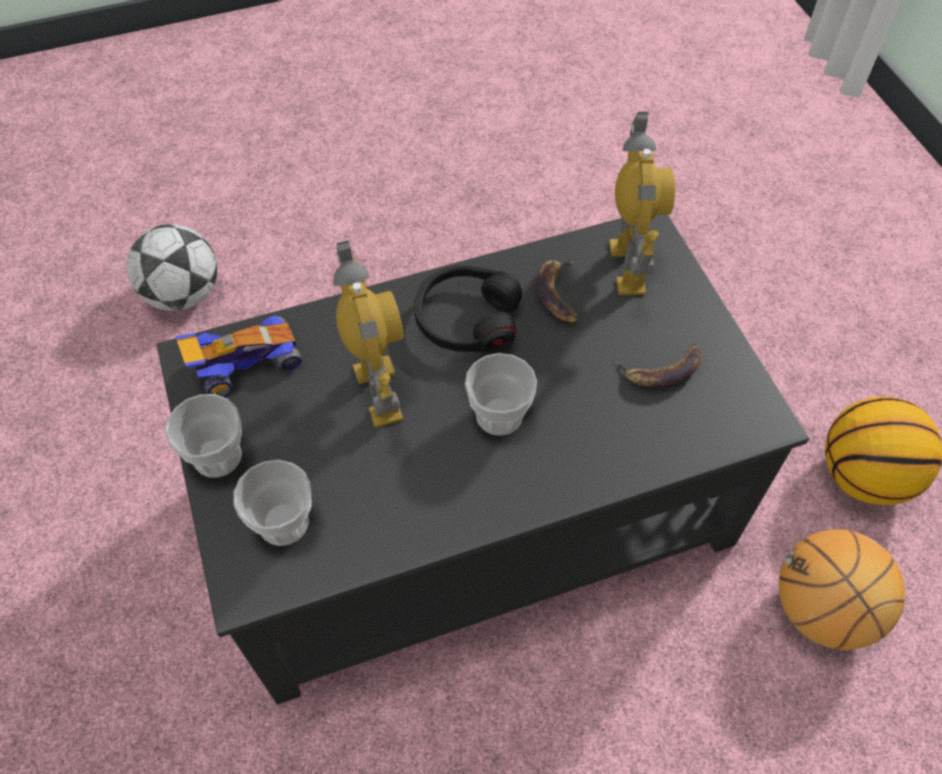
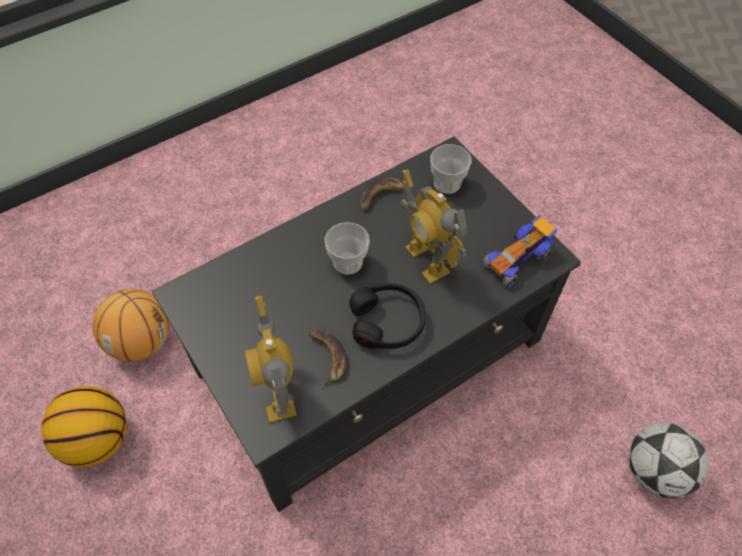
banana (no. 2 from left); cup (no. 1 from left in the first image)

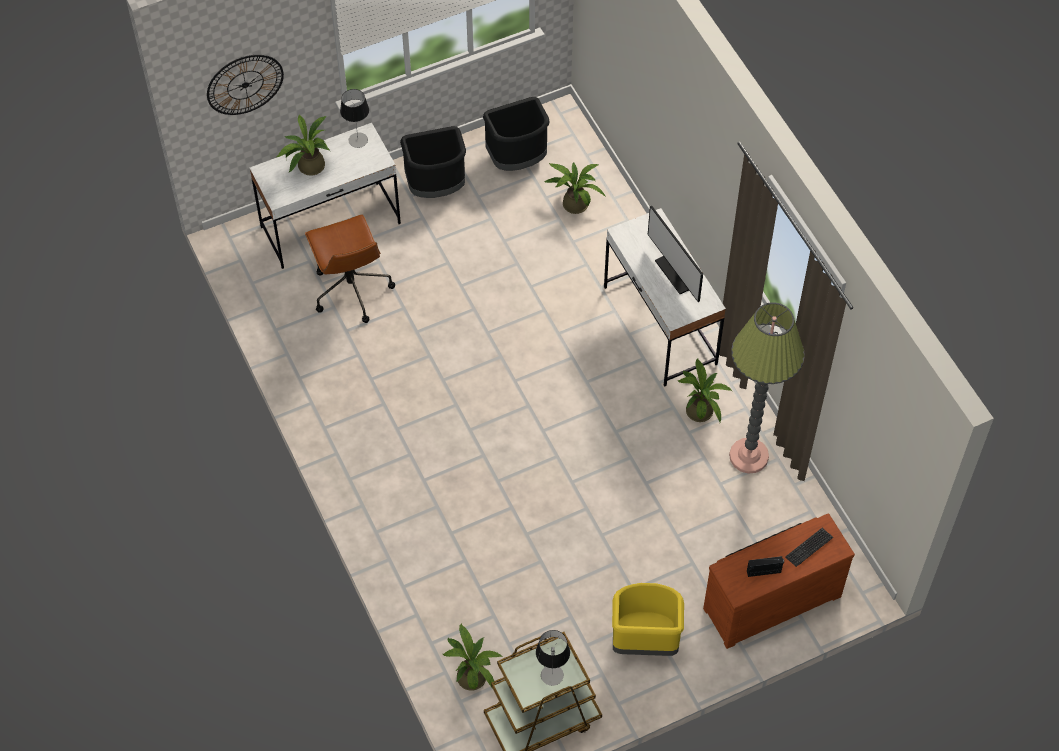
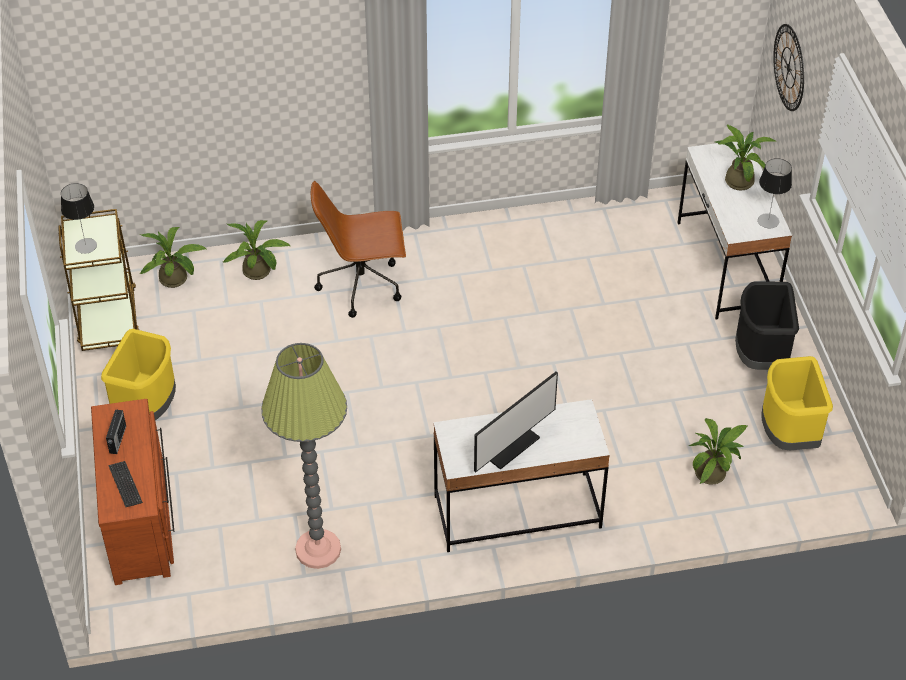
potted plant (no. 2 from left); brown office chair; monitor; yellow trash can (no. 2 from left)

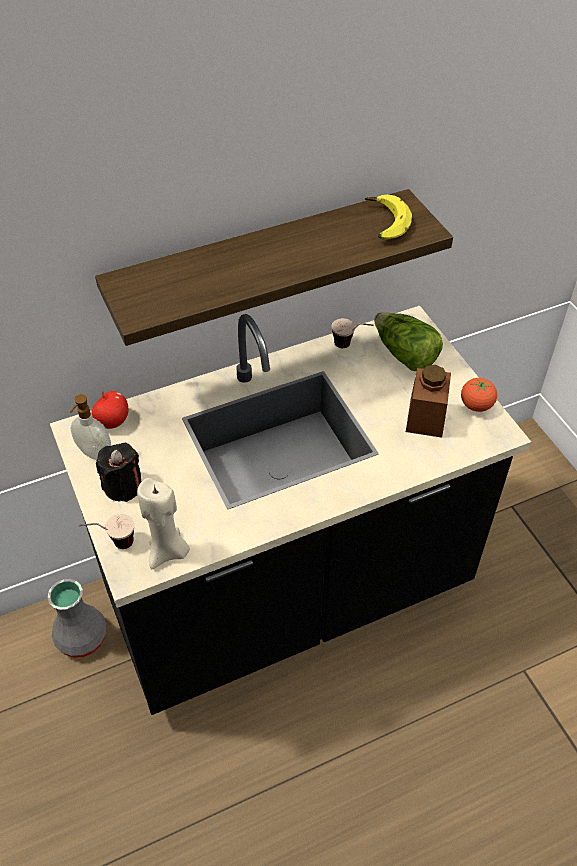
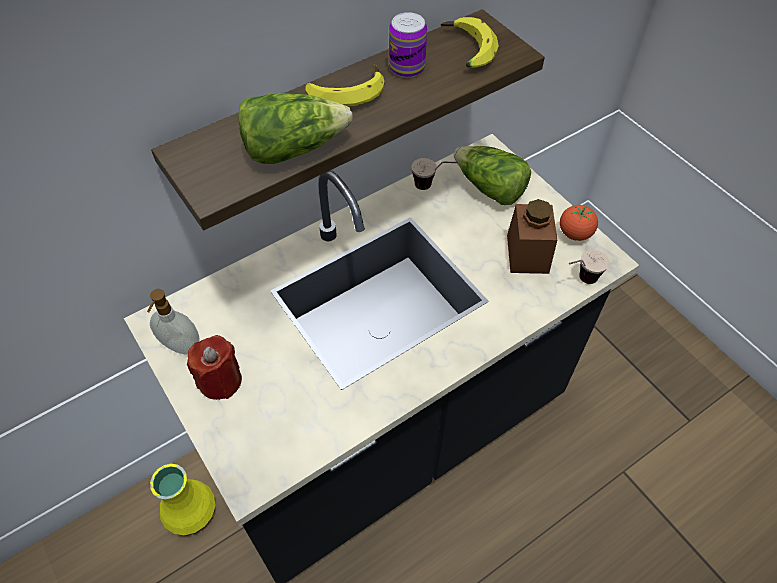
yellow vase; red candle; lettuce (no. 1 from left); banana (no. 1 from left); can; cup (no. 2 from left); apple; beige candle

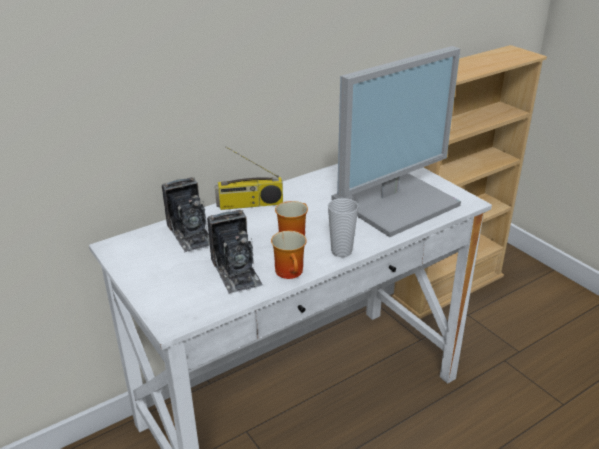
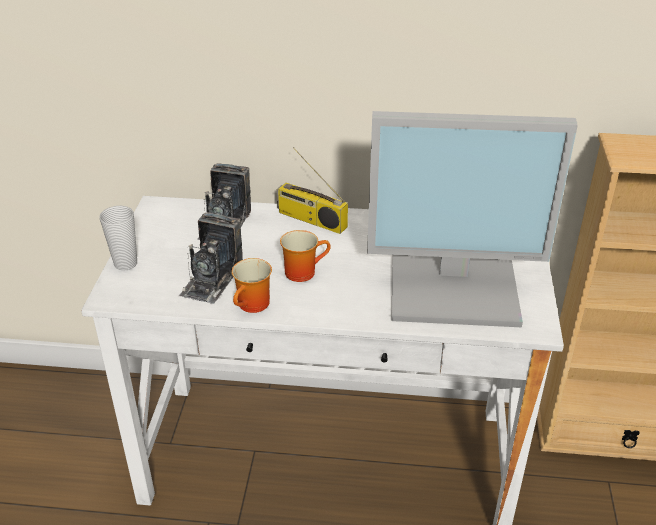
cup

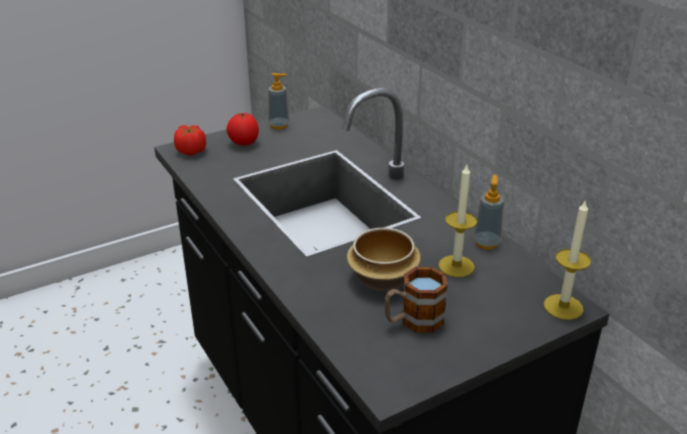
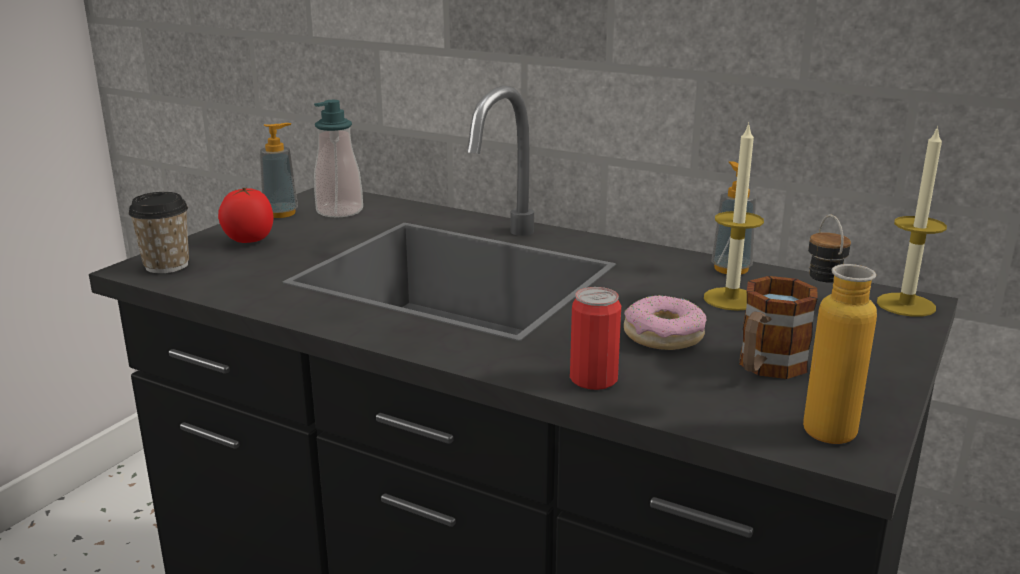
cup; soap dispenser (no. 2 from left); can; donut; bottle

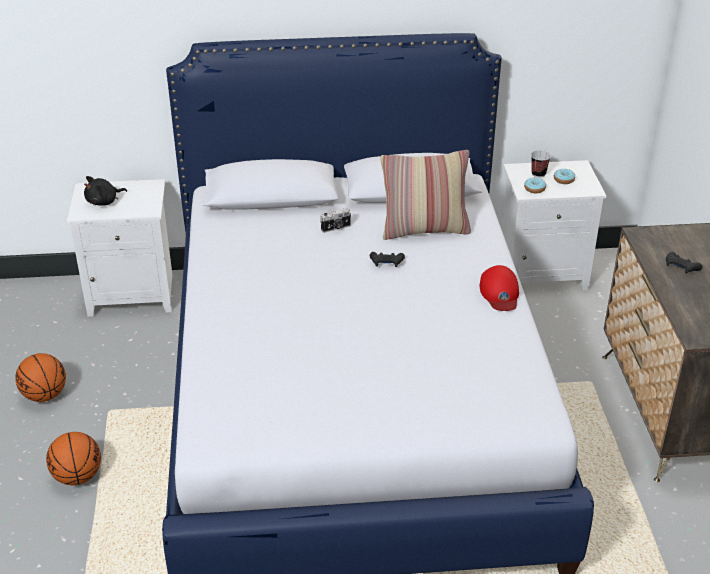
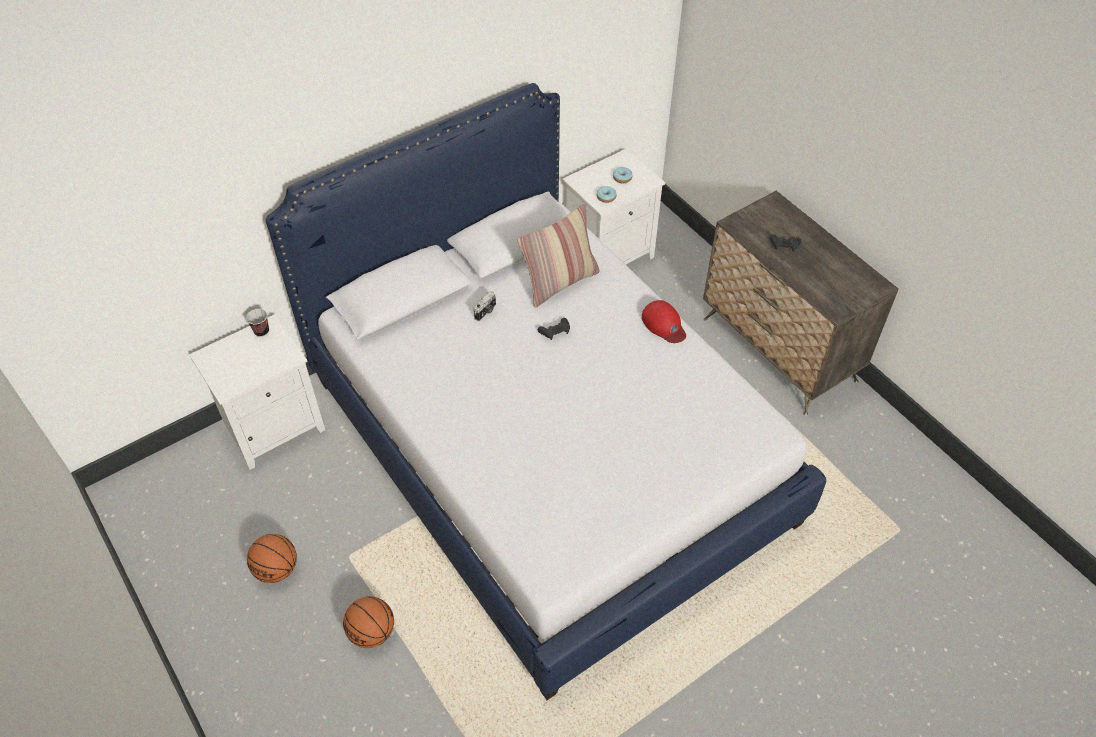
cup; black plush toy

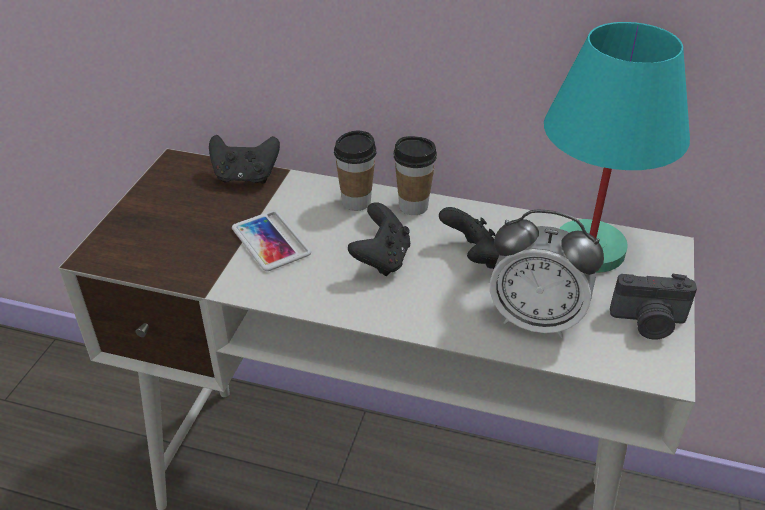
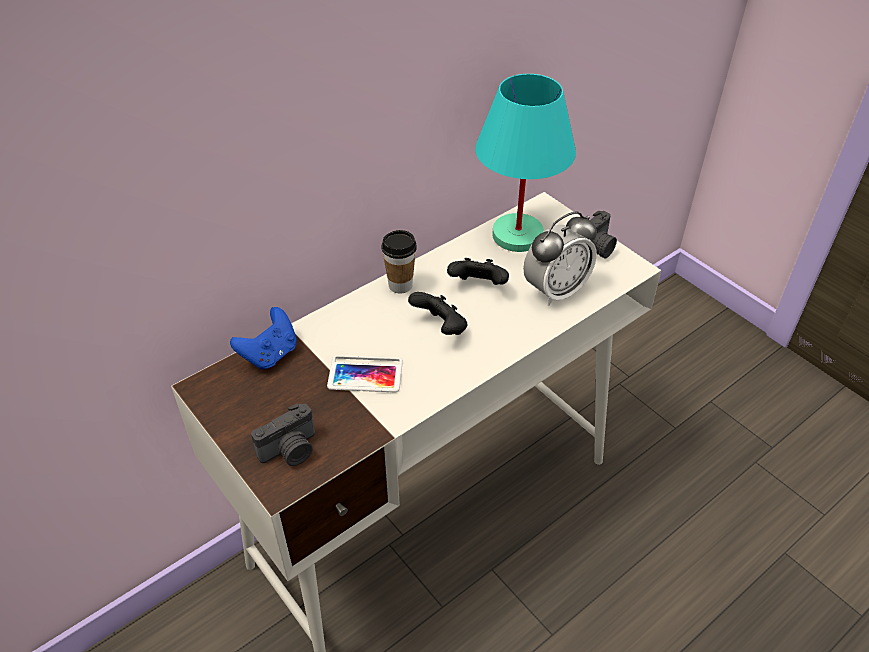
blue game controller; photo camera (no. 1 from left); cup (no. 1 from left in the first image)

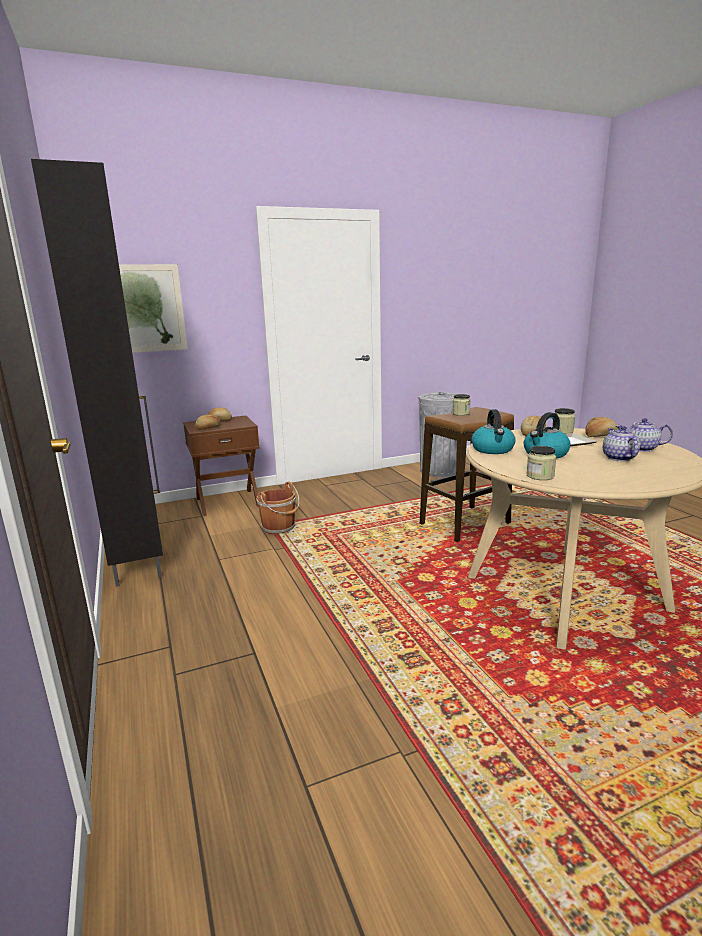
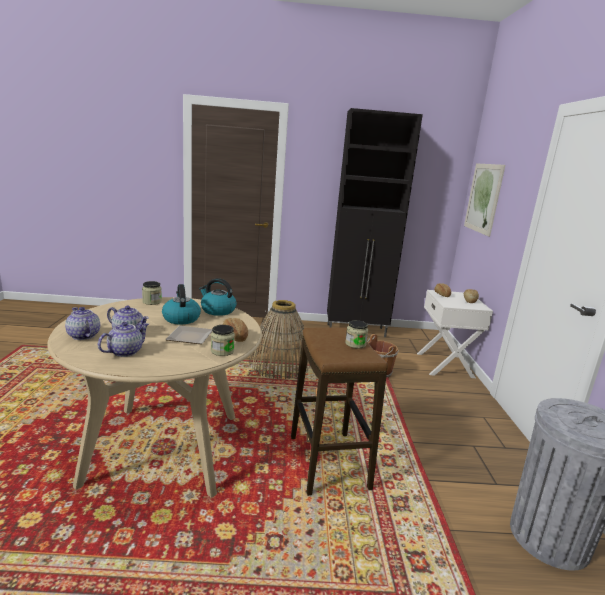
teapot (no. 1 from left); basket; white nightstand; bread (no. 4 from left in the first image)

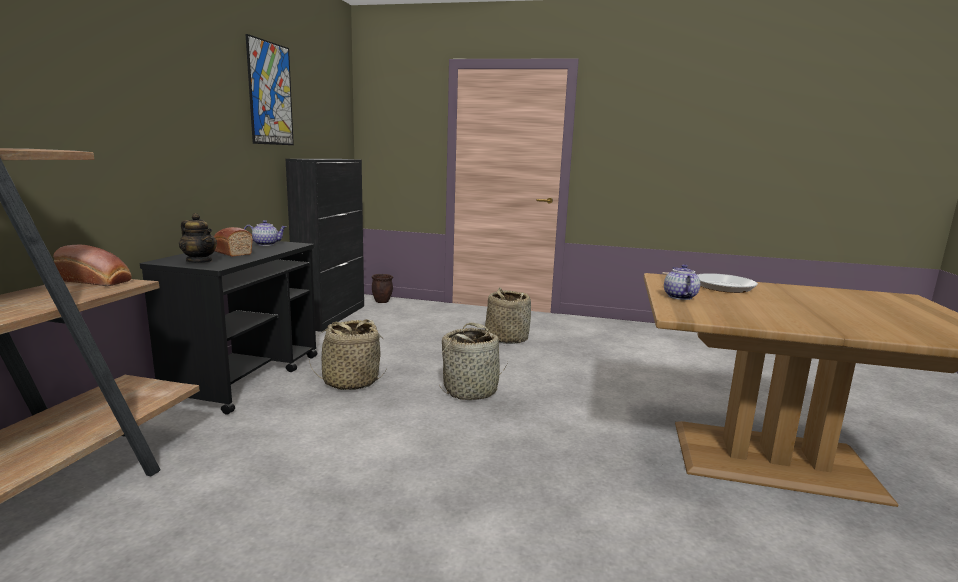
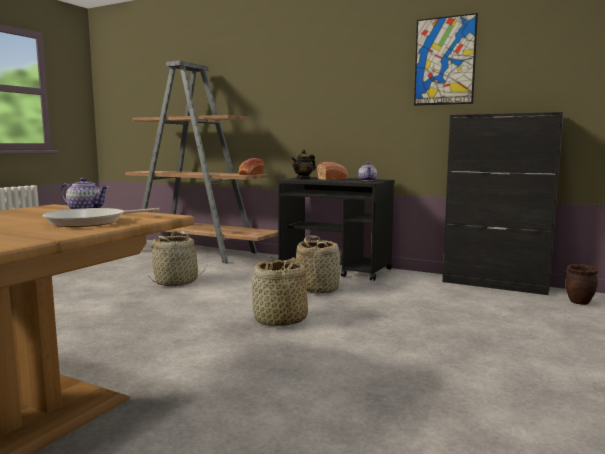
basket (no. 1 from left)

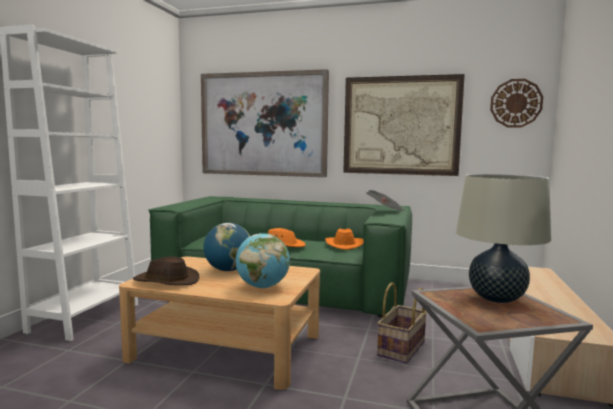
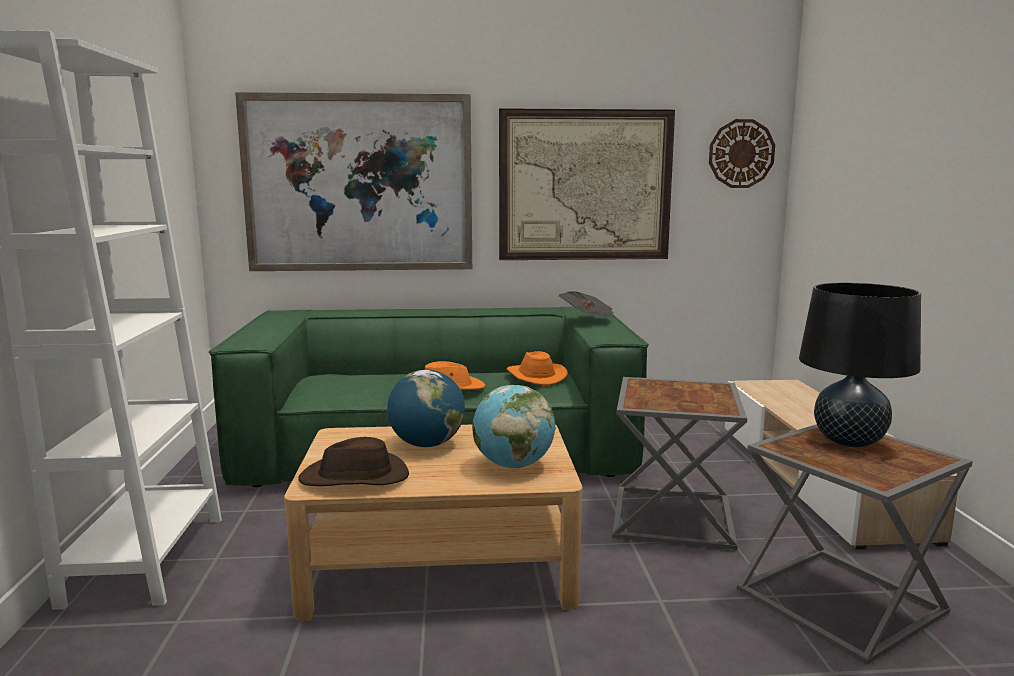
grey side table (no. 1 from left); black table lamp

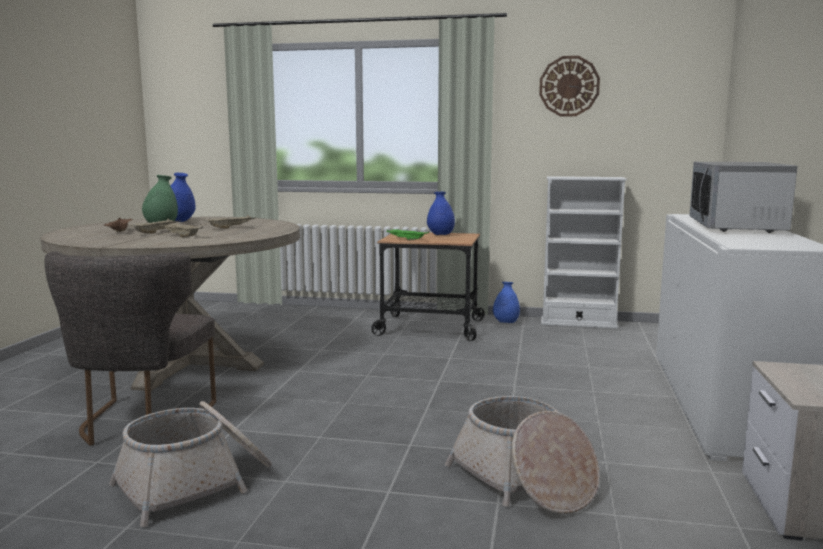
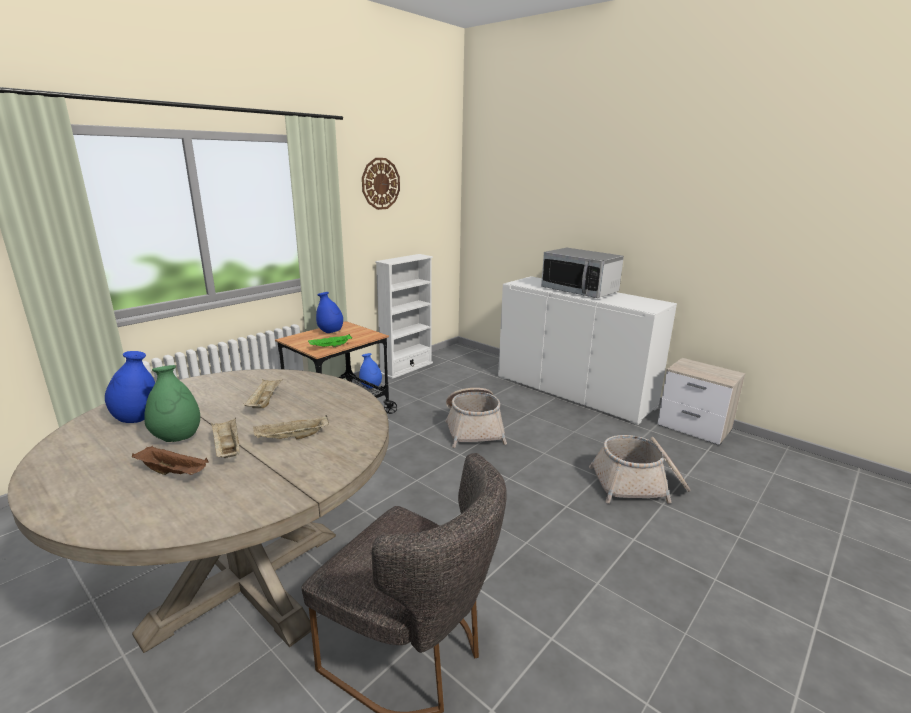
basket (no. 1 from left)

